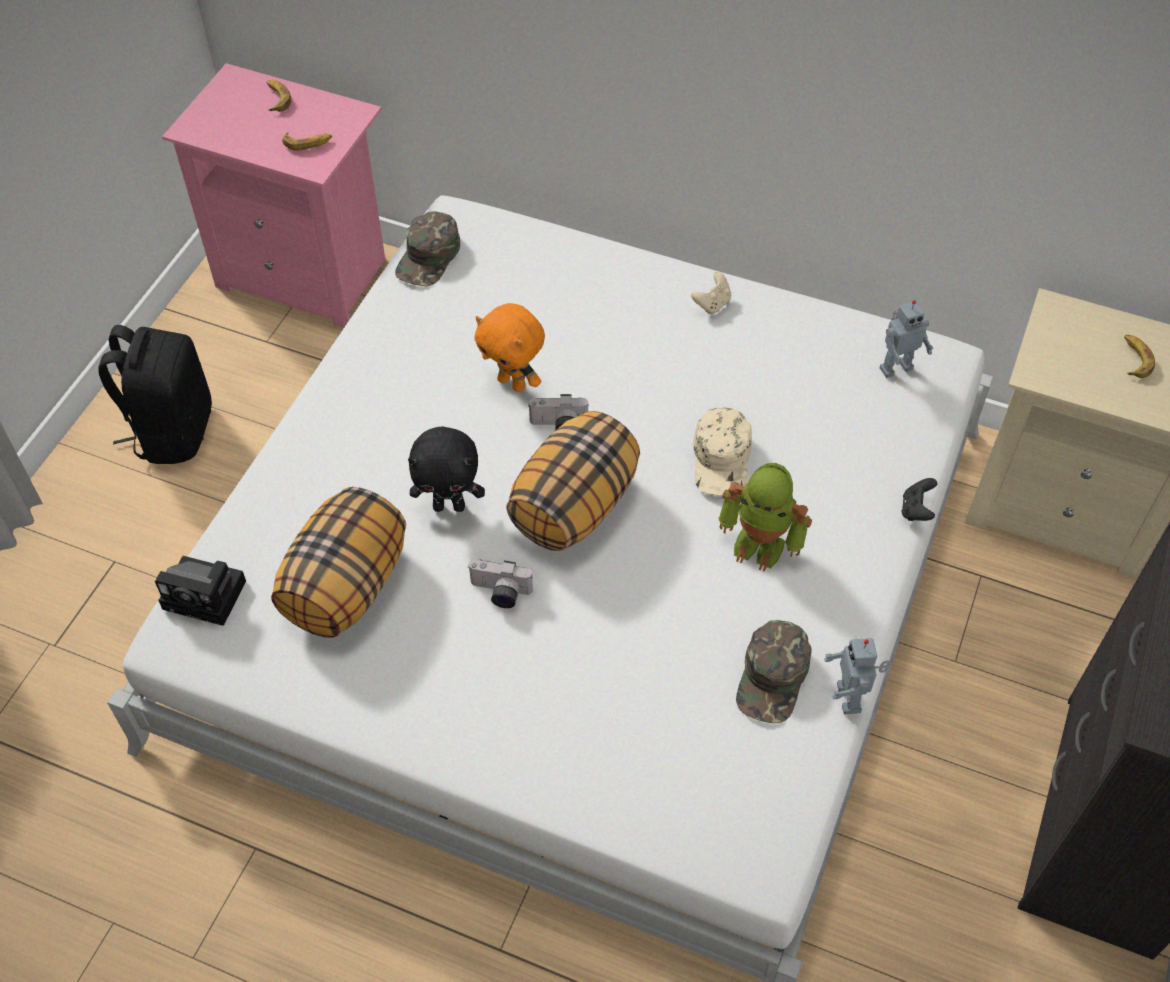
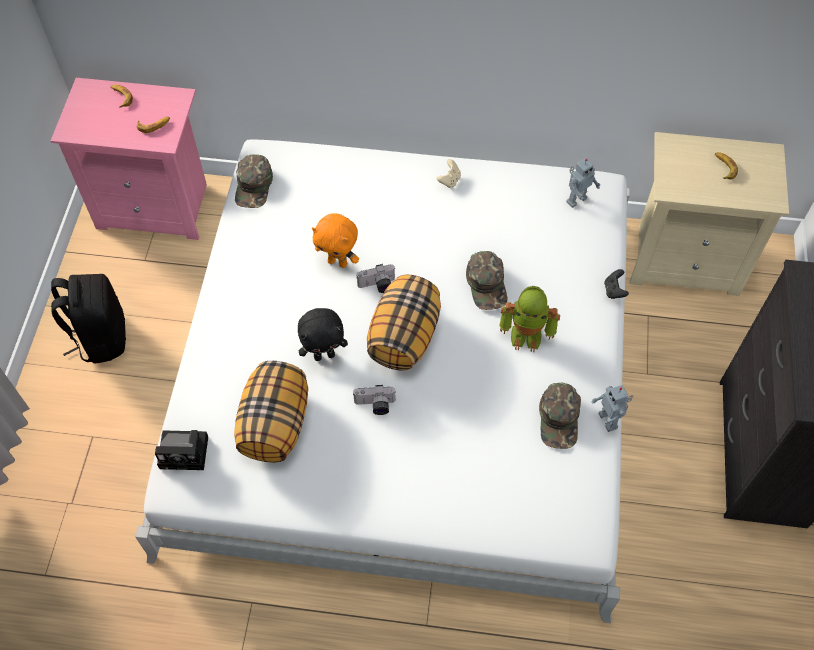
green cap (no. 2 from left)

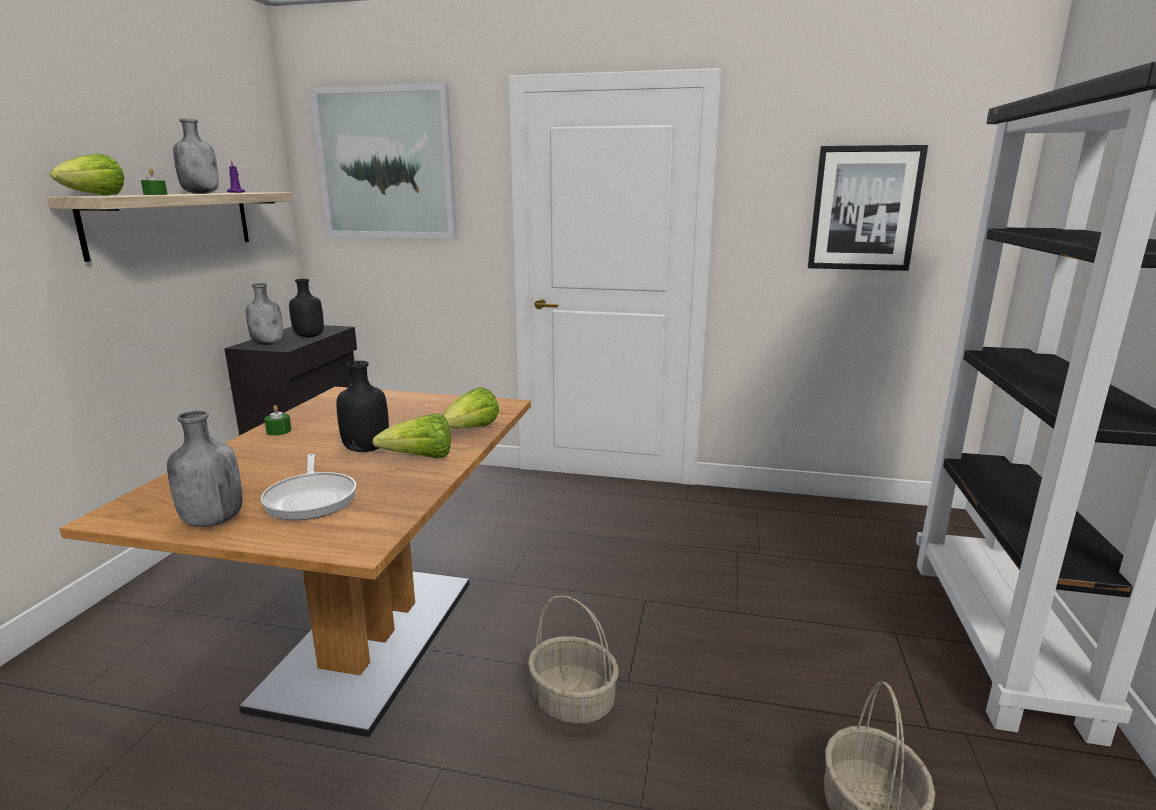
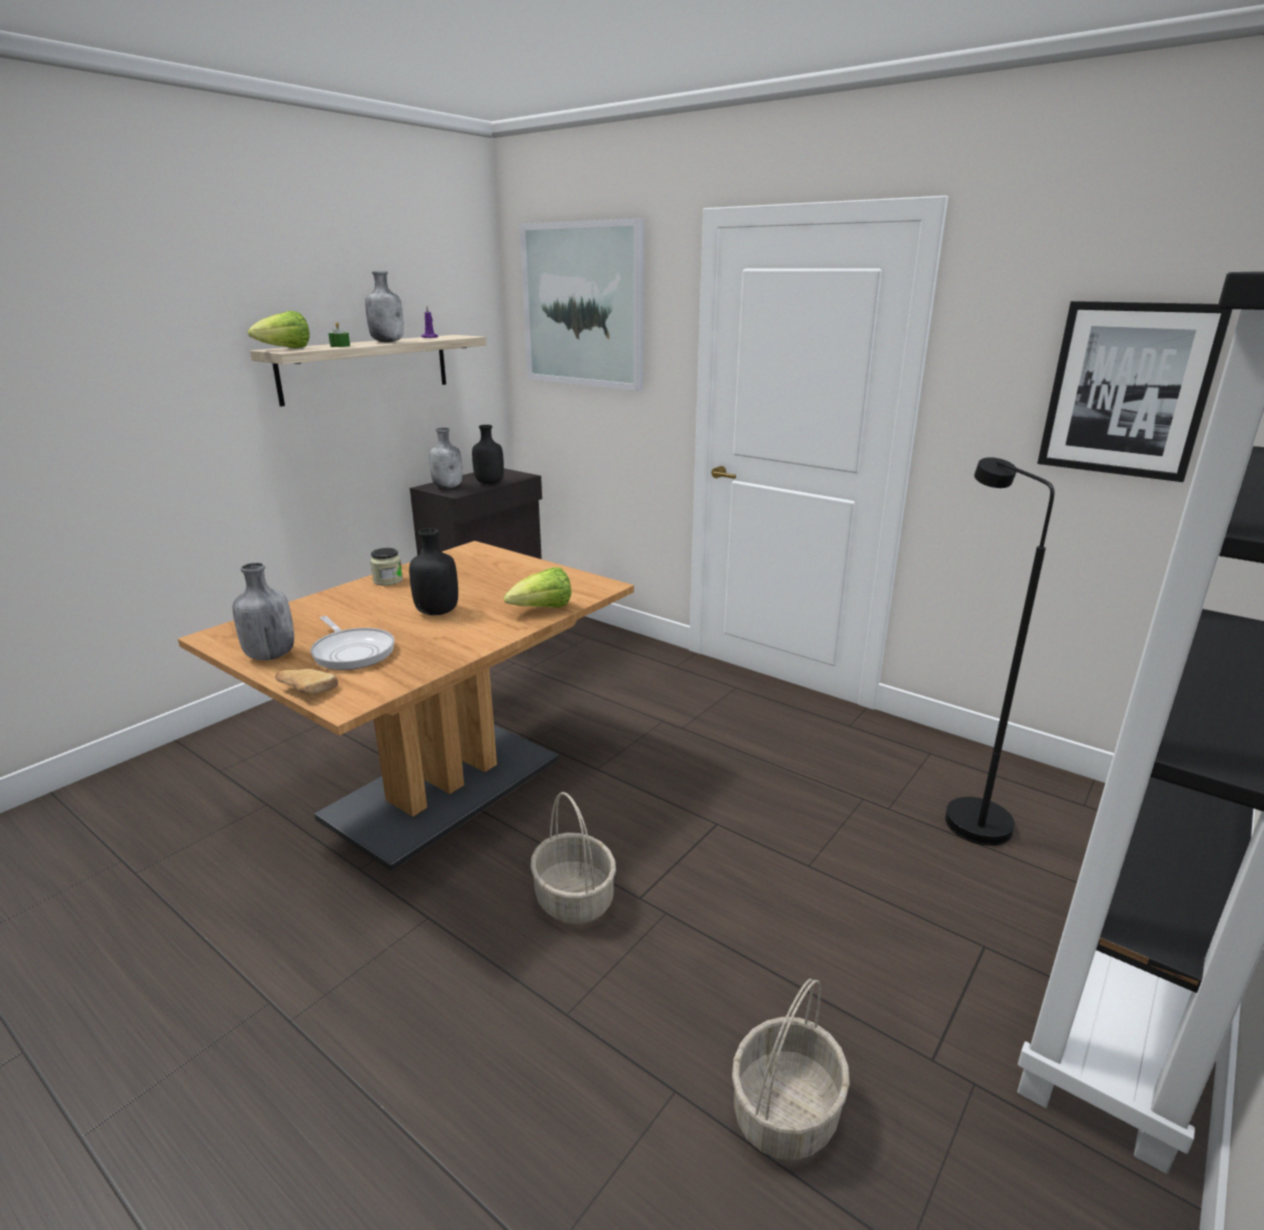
bread; frying pan; jar; black floor lamp; lettuce (no. 2 from left in the first image)

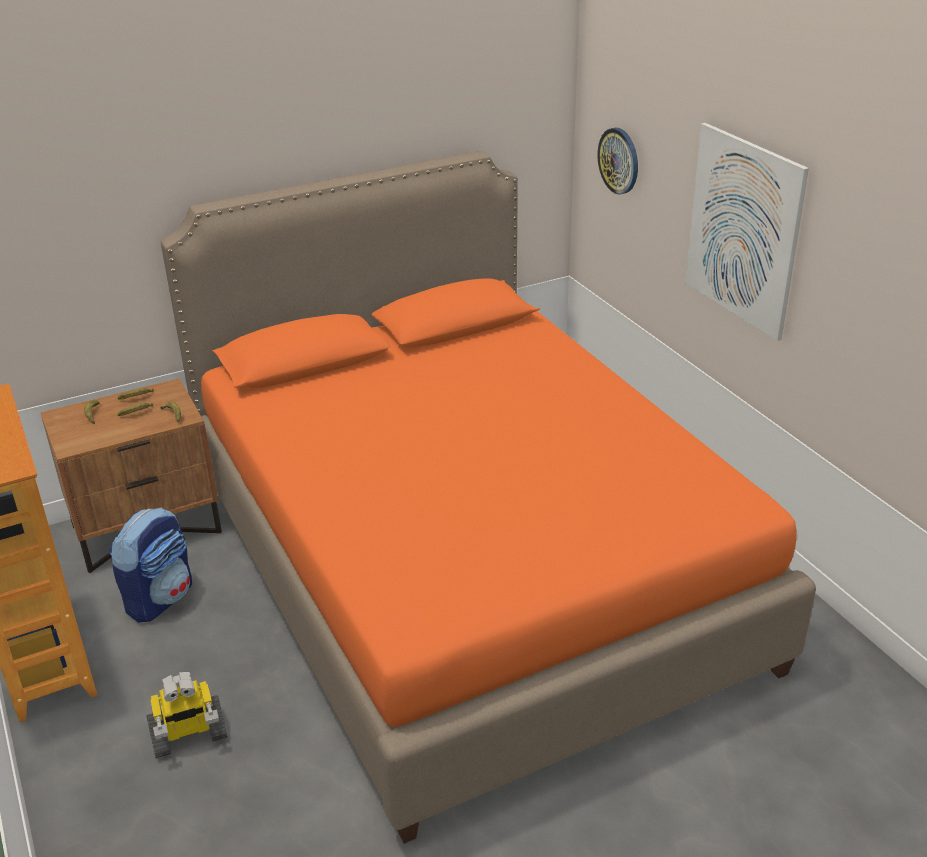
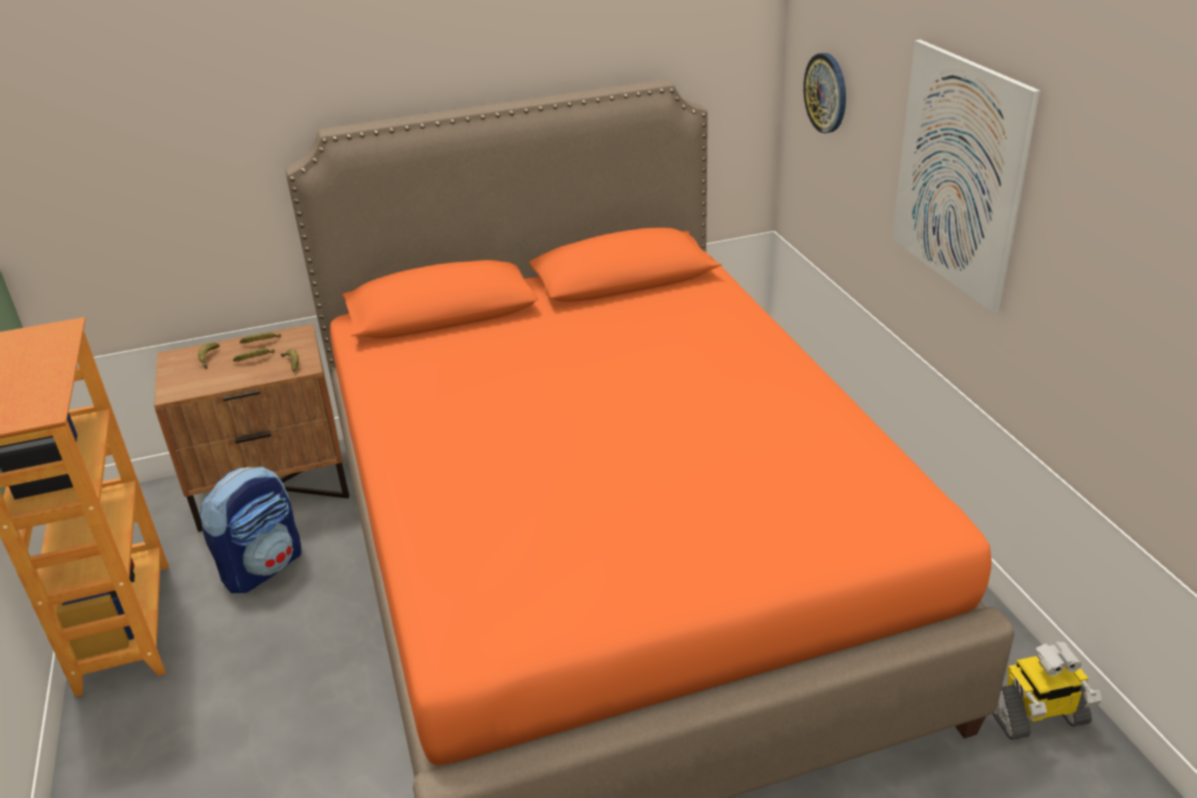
toy robot

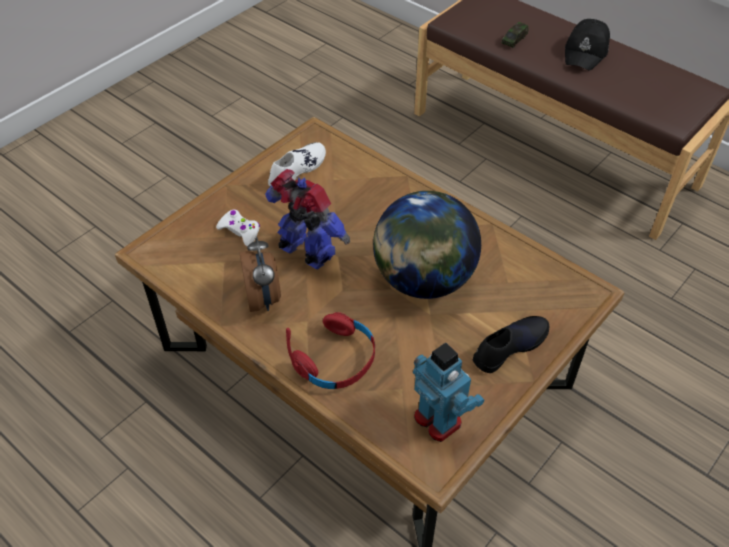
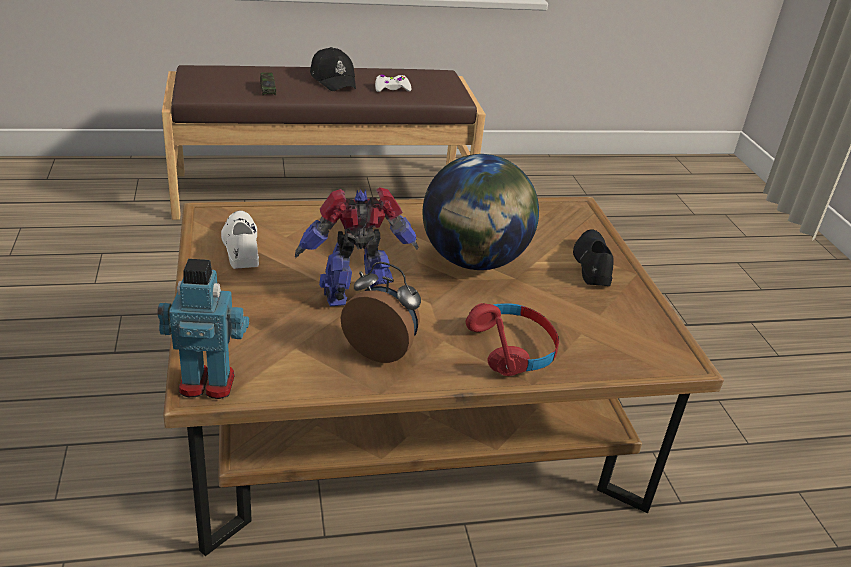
toy robot (no. 1 from left); white game controller

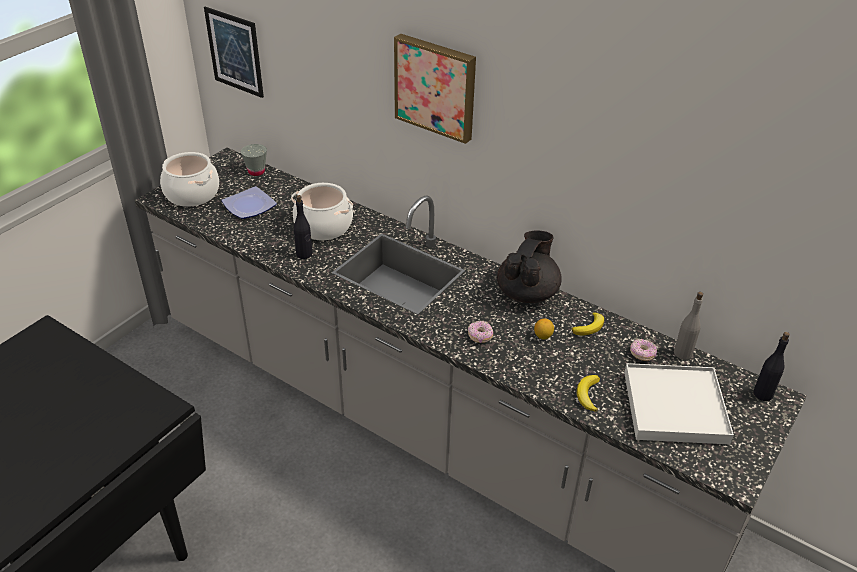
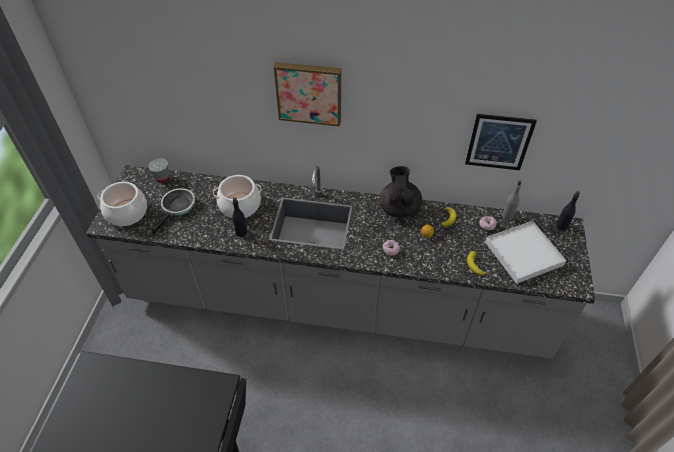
frying pan; picture (no. 2 from left)

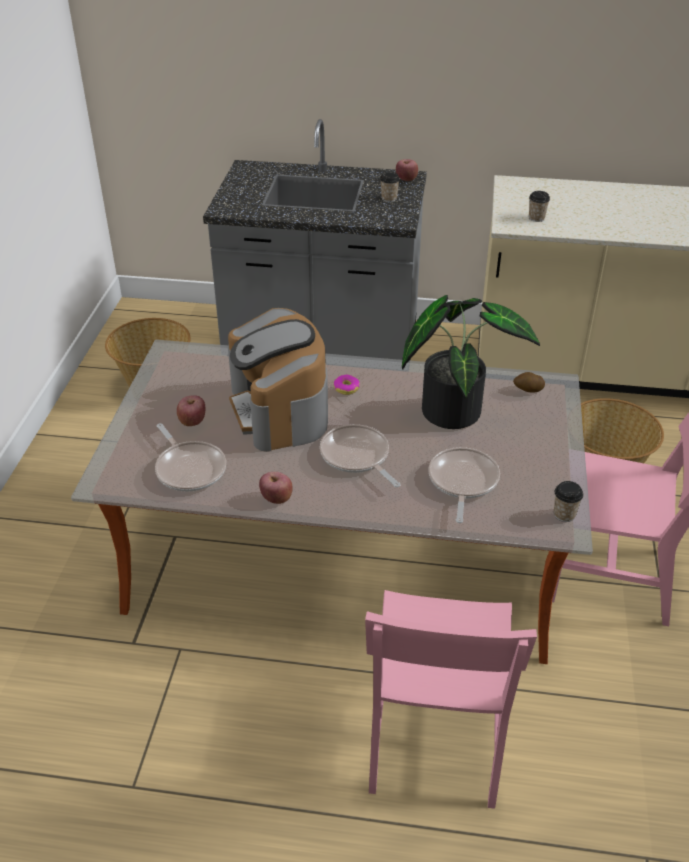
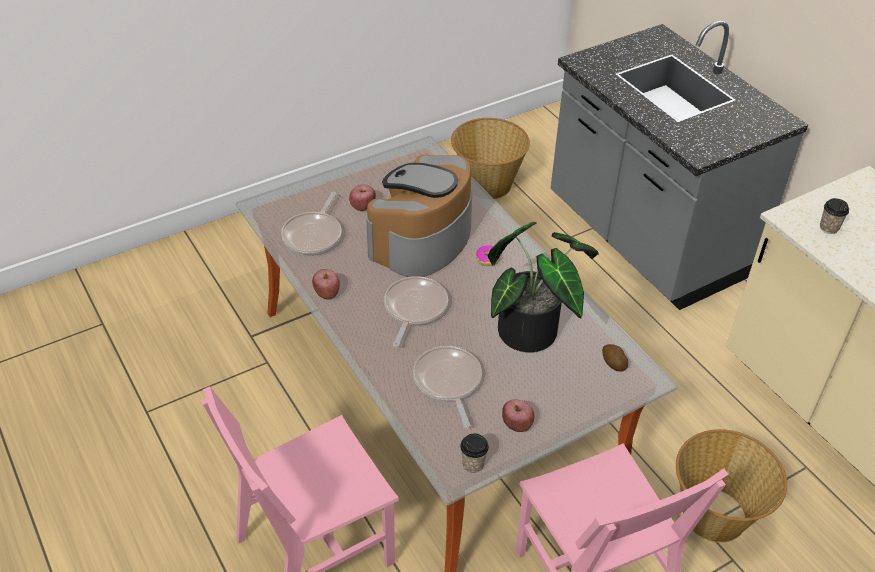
frying pan (no. 3 from left); apple (no. 3 from left); cup (no. 1 from left in the first image)

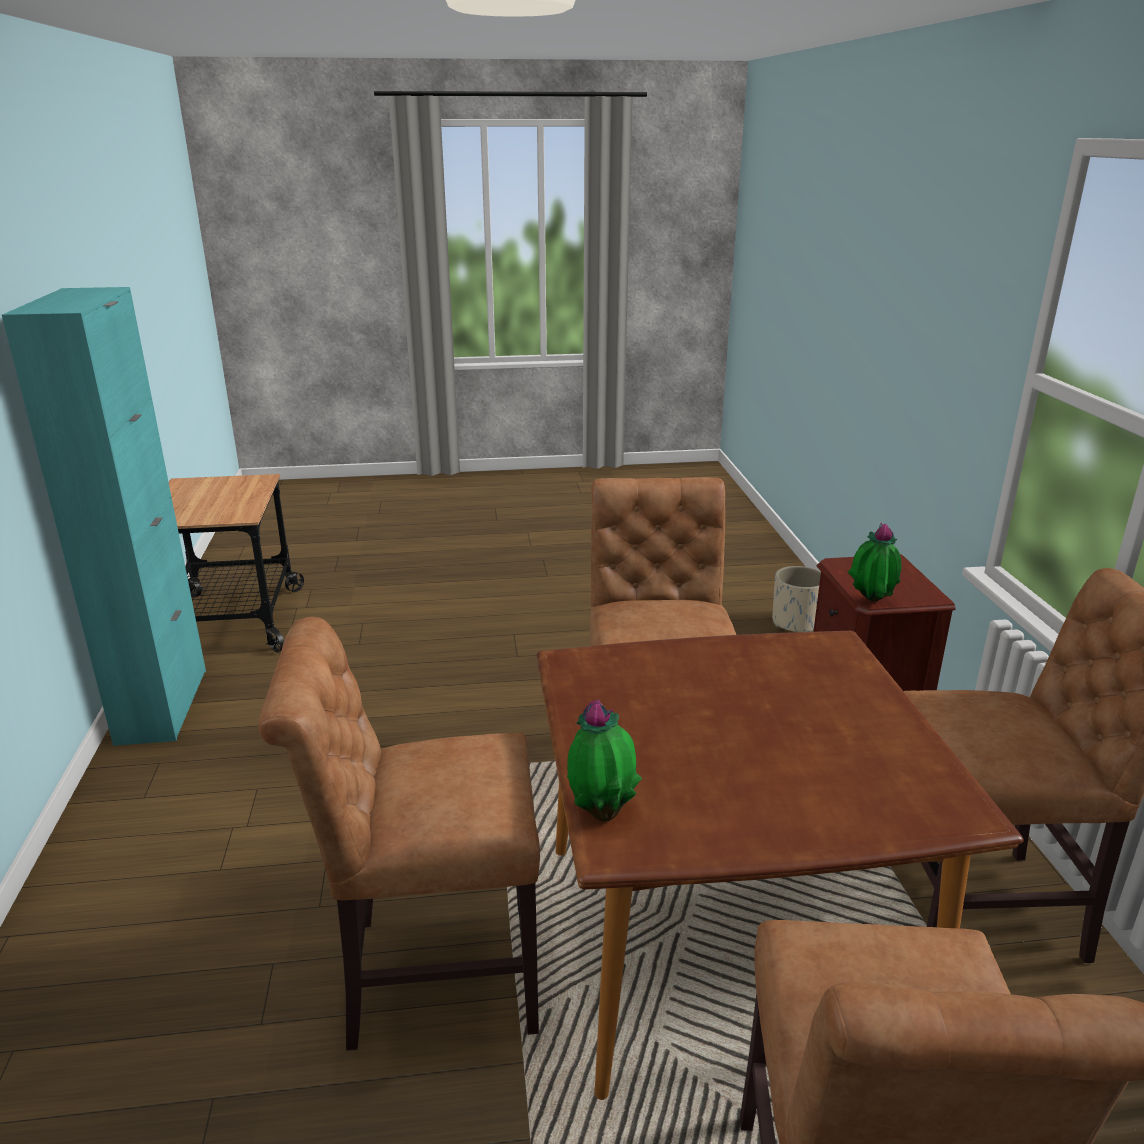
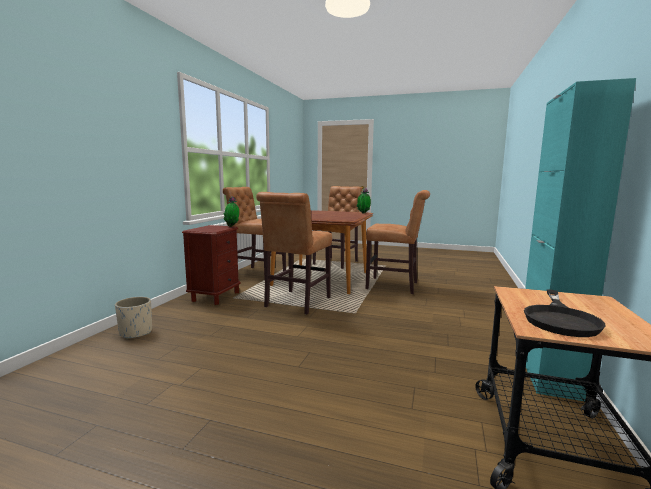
black frying pan

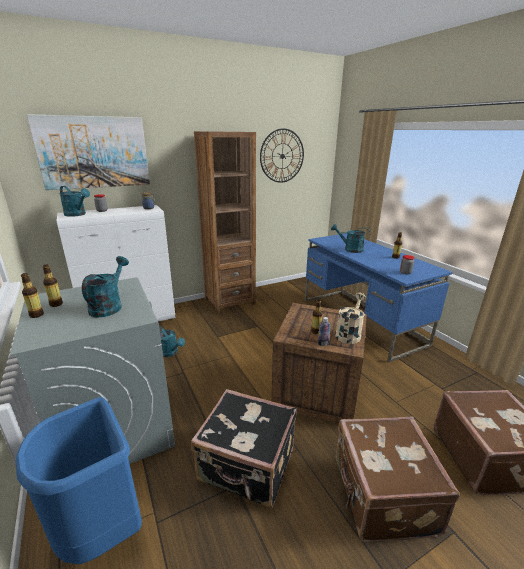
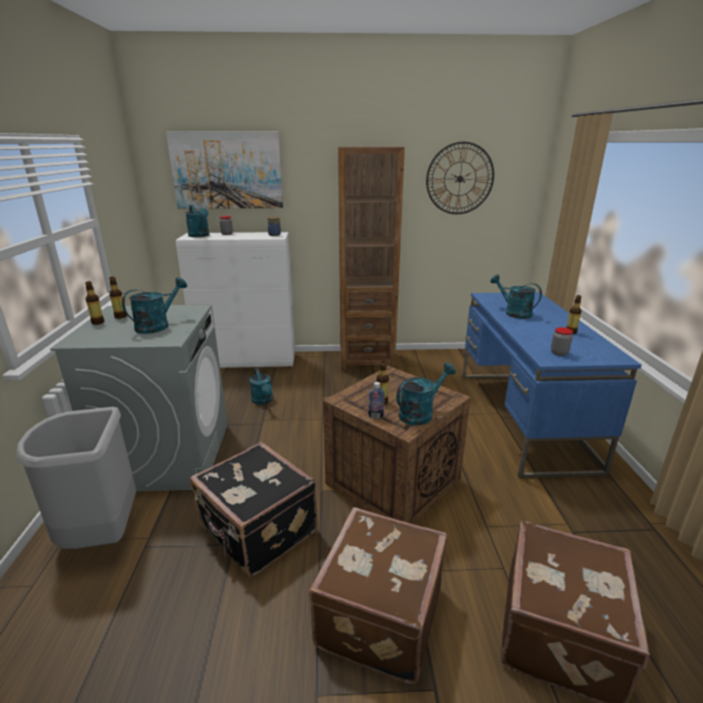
grey trash can; turquoise watering can (no. 4 from left)

